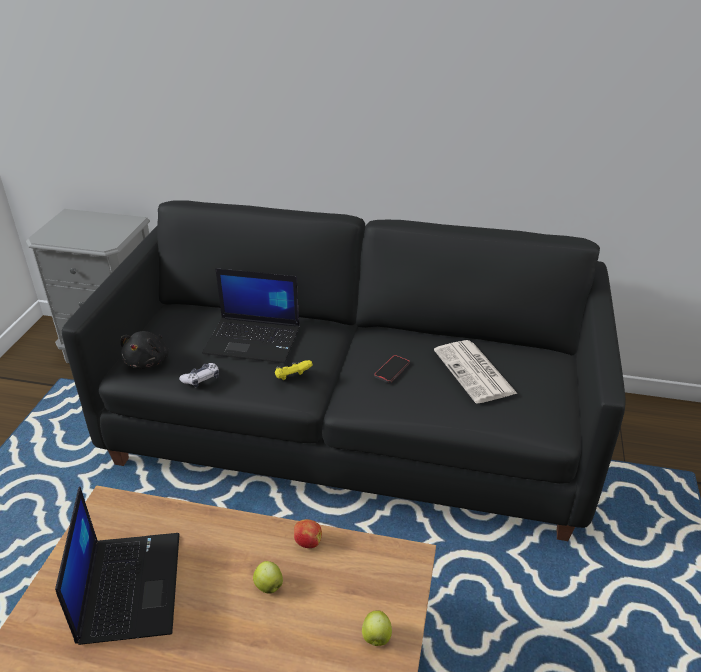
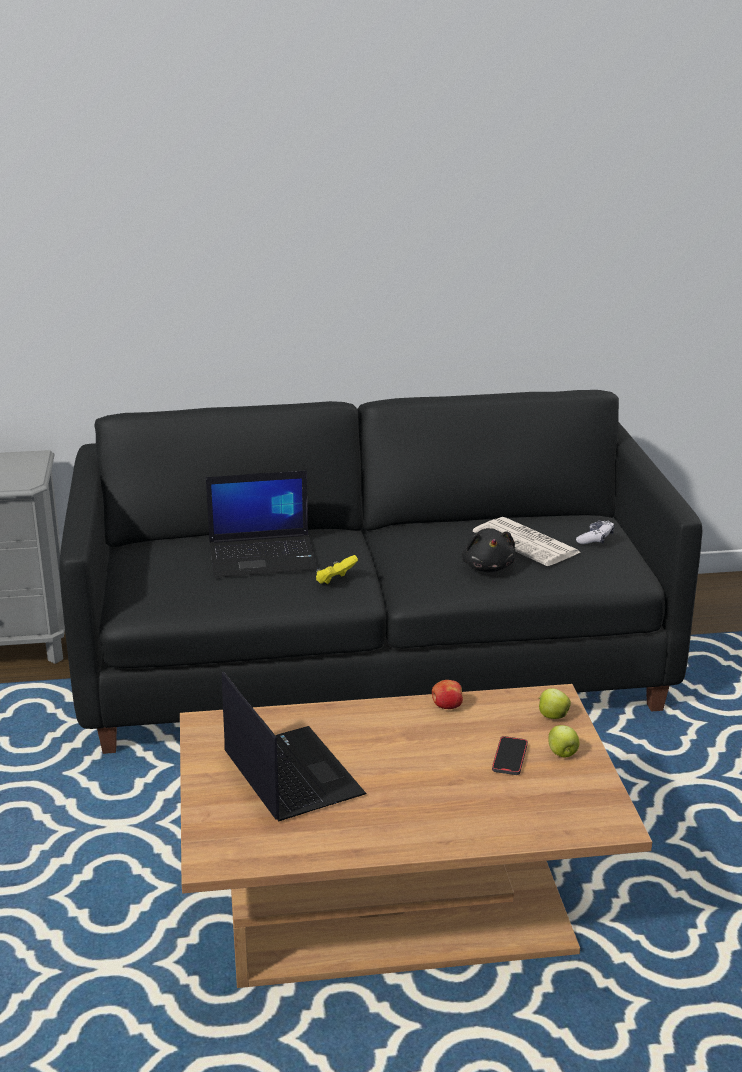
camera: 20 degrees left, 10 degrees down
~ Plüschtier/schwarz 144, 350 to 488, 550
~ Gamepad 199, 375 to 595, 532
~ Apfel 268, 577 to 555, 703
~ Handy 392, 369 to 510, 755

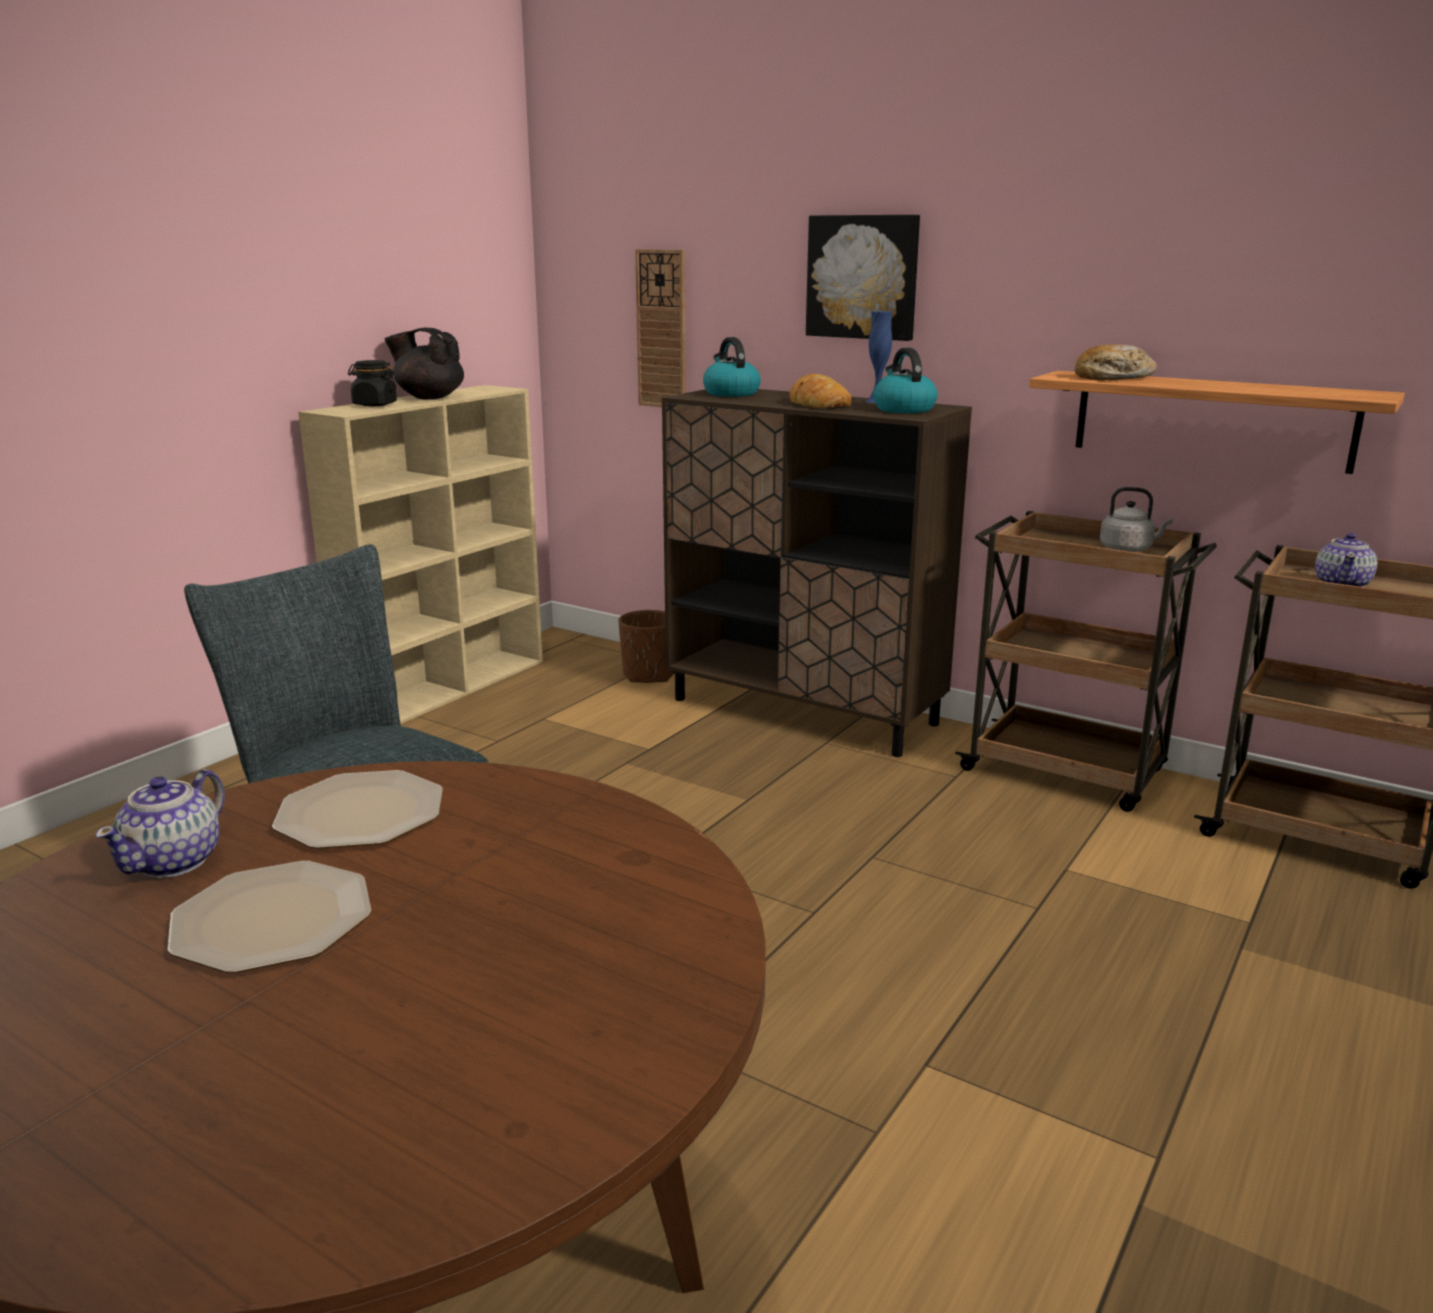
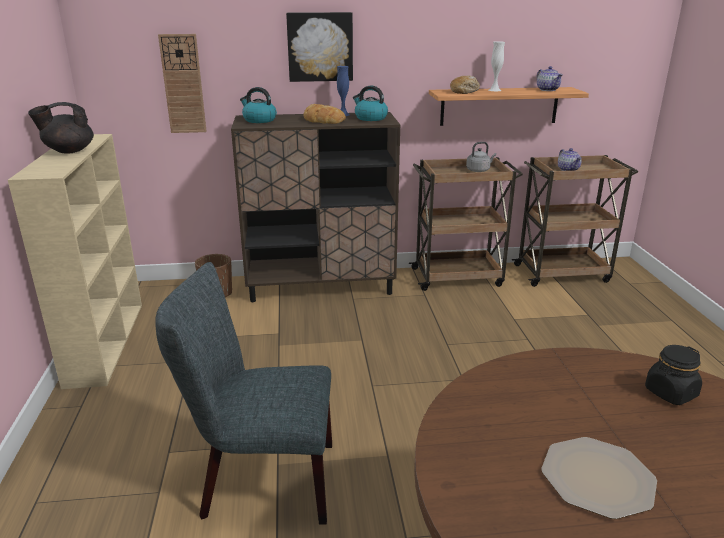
camera: 40 degrees left, 5 degrees up
~ Teekanne 160, 823 to 550, 78
- Teller 357, 809
~ Vorratsglas/schwarz 372, 383 to 673, 375
+ Vase/weiß 497, 66

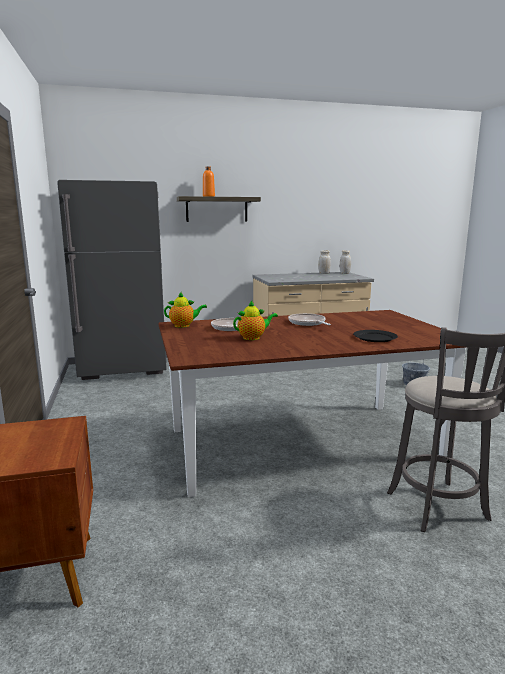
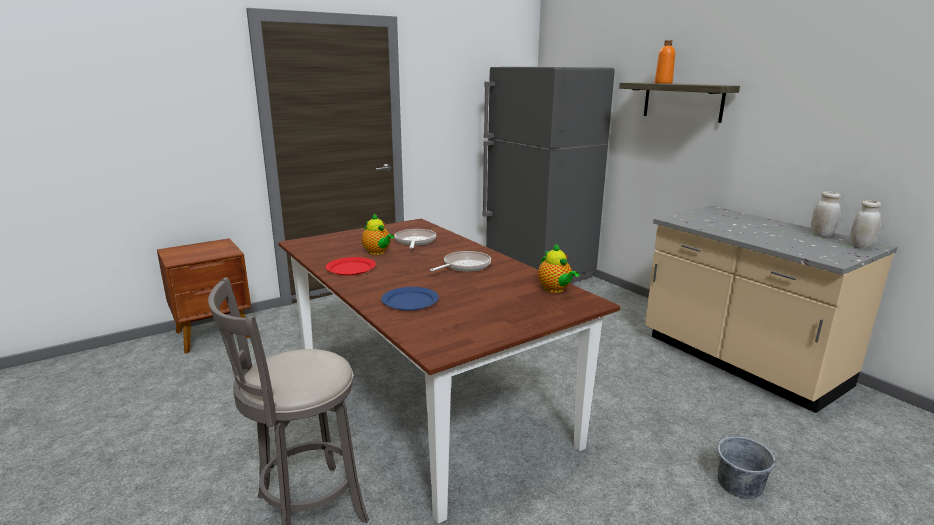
camera: 70 degrees right, 5 degrees up
~ Teekanne 185, 310 to 559, 268
~ Teller/schwarz 375, 336 to Teller/blau 410, 299
+ Teller/rot 351, 266

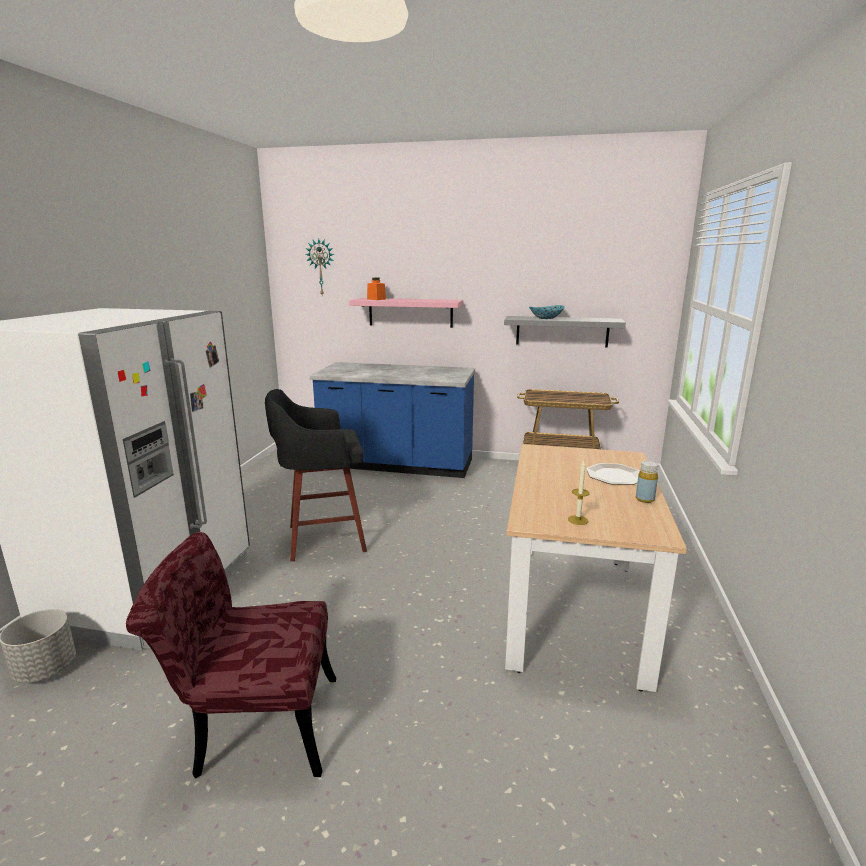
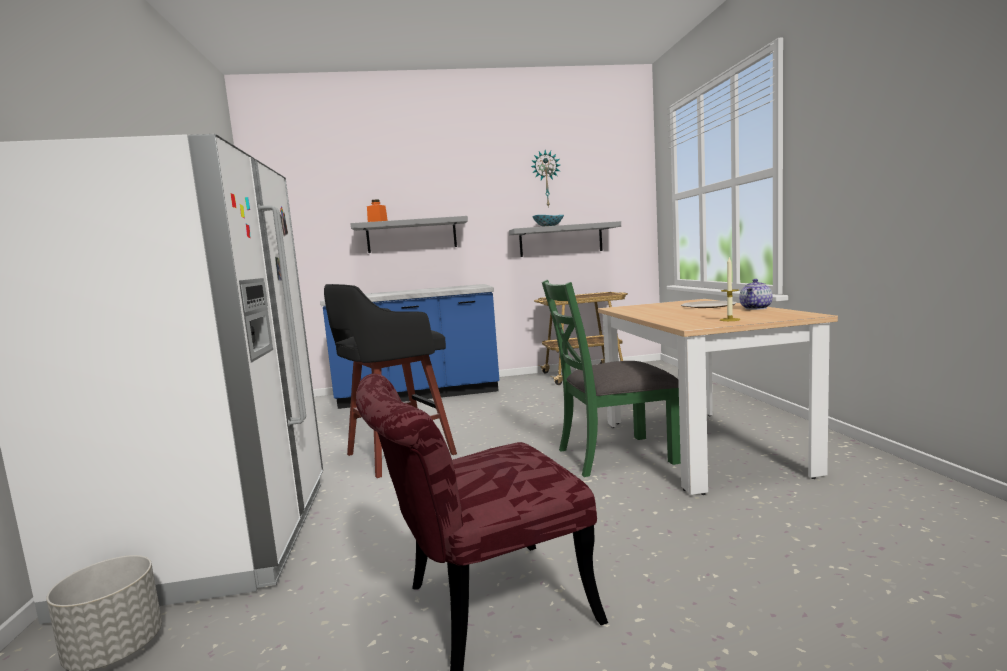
camera: 20 degrees left, 10 degrees down
~ Wanduhr 319, 267 to 545, 179
~ Wandregal/rosa 406, 313 to Wandregal/grau 409, 234
~ Flasche/gelb 647, 482 to Teekanne 756, 294
+ Stuhl/grün 611, 378

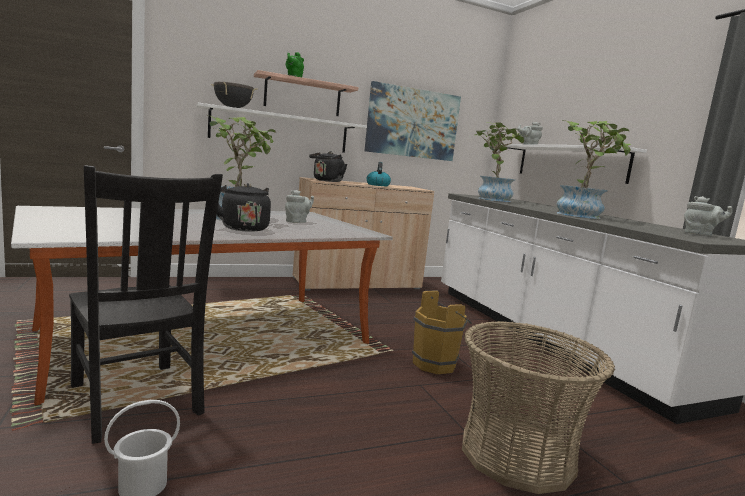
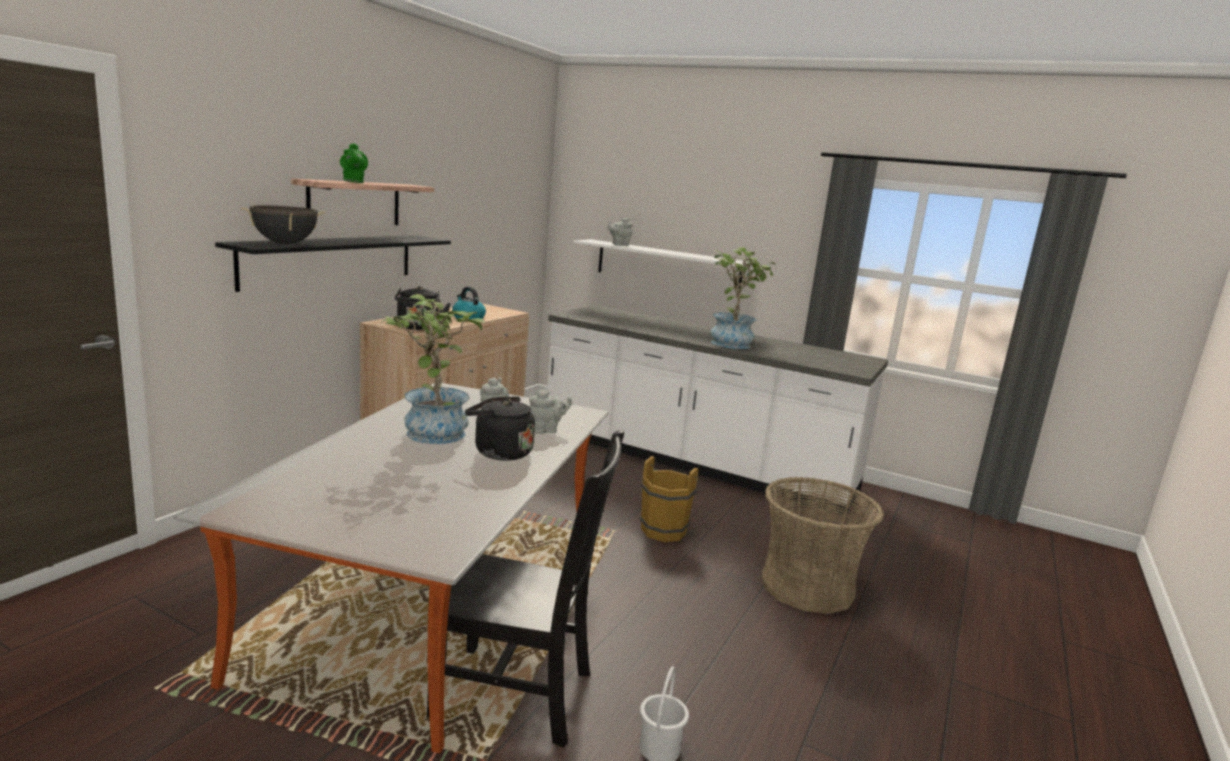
camera: 40 degrees left, 5 degrees up
~ Wandregal/weiß 281, 128 to Wandregal/schwarz 333, 263
- Bild 412, 121
- Topfpflanze 497, 162
~ Teekanne/grau 708, 216 to 550, 412

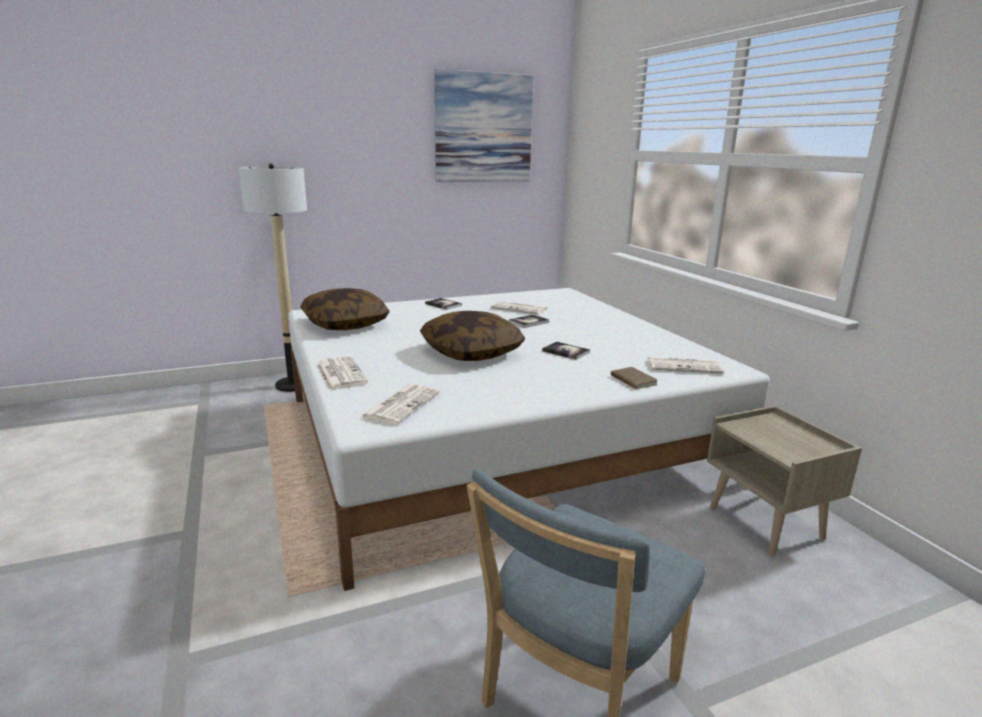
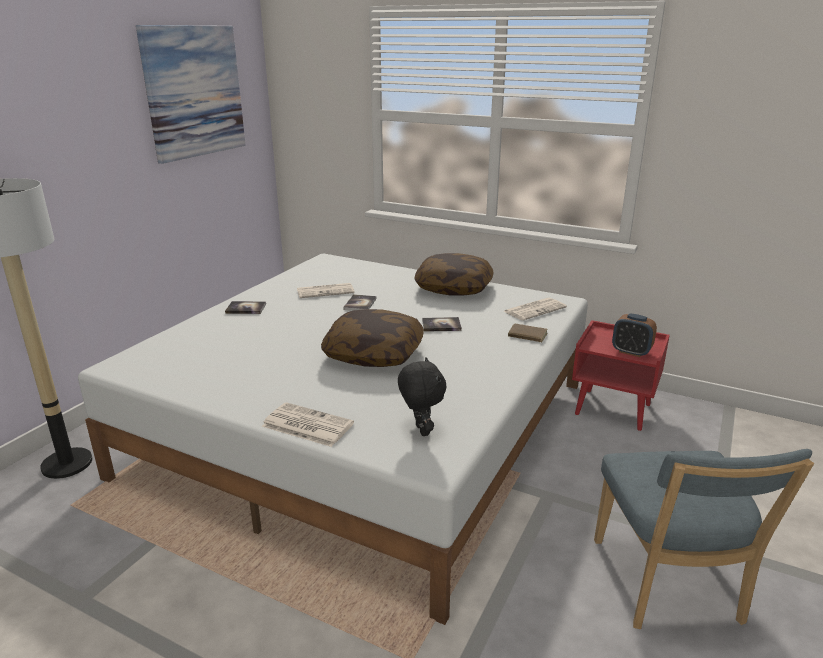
camera: 40 degrees left, 5 degrees up
~ Kissen 345, 309 to 454, 274
~ Zeitung 400, 404 to Plüschtier/schwarz 422, 396
~ Nachttisch/beige 784, 480 to Nachttisch/rot 621, 375
+ Wecker 634, 335

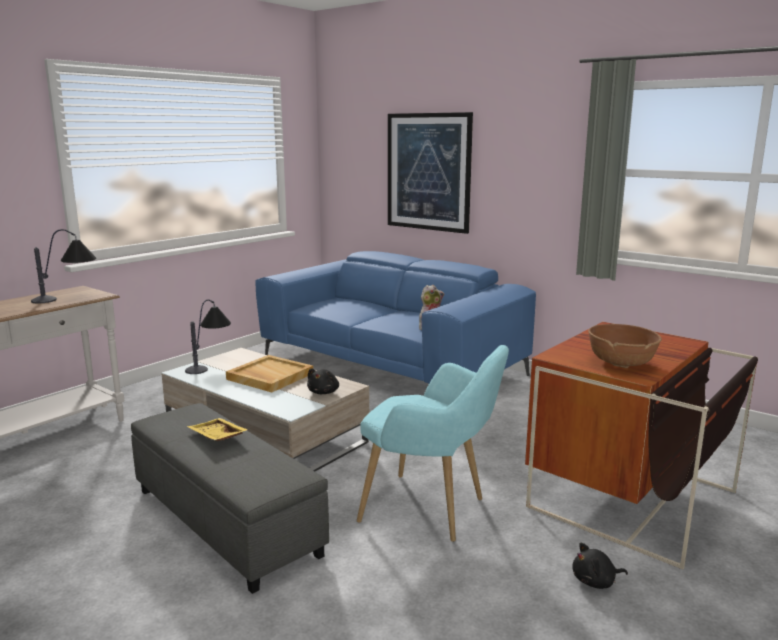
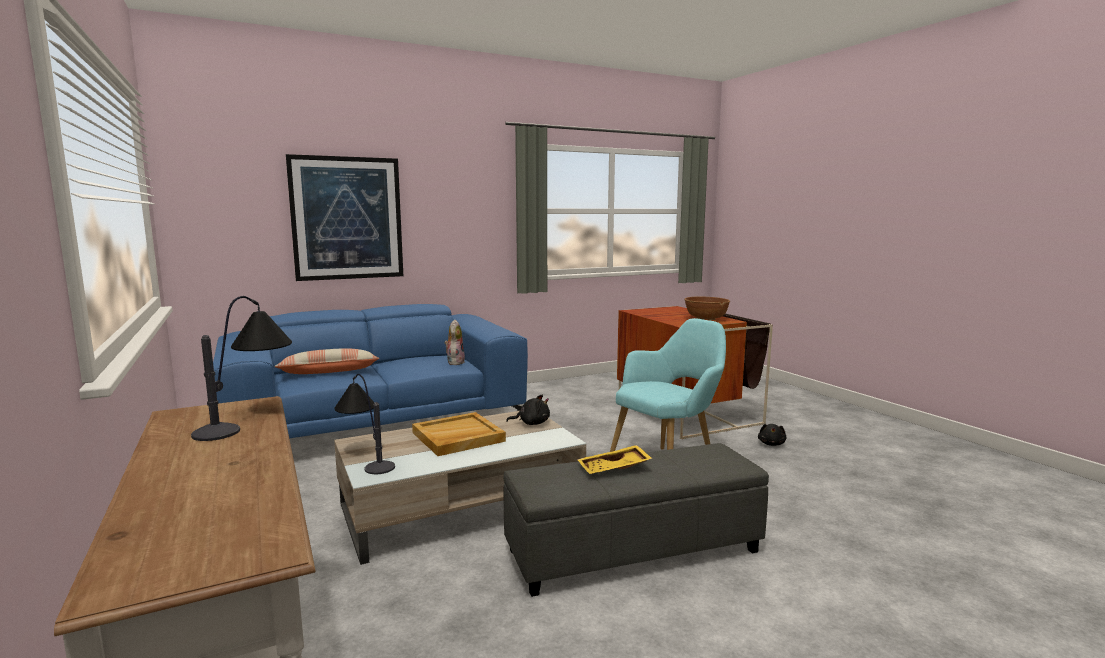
camera: 65 degrees left, 5 degrees down
~ Plüschtier/schwarz 323, 381 = 528, 409 45 degrees counterclockwise
+ Kissen 326, 361

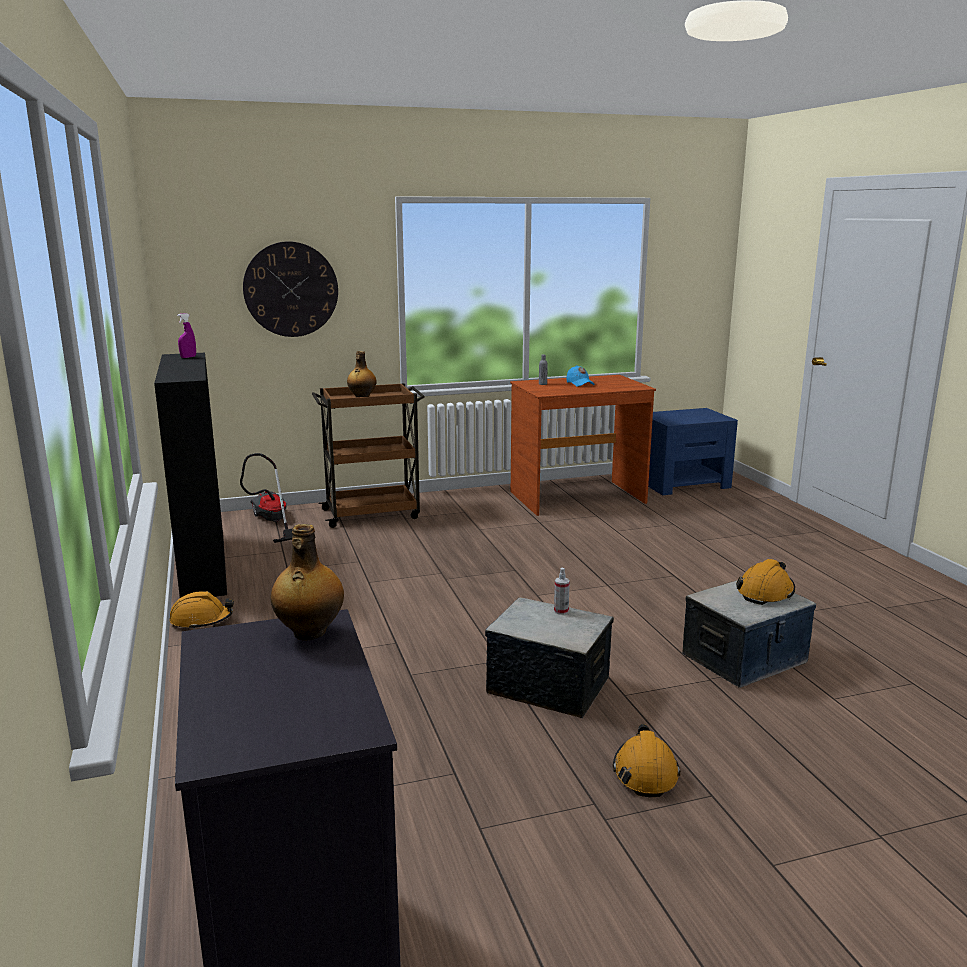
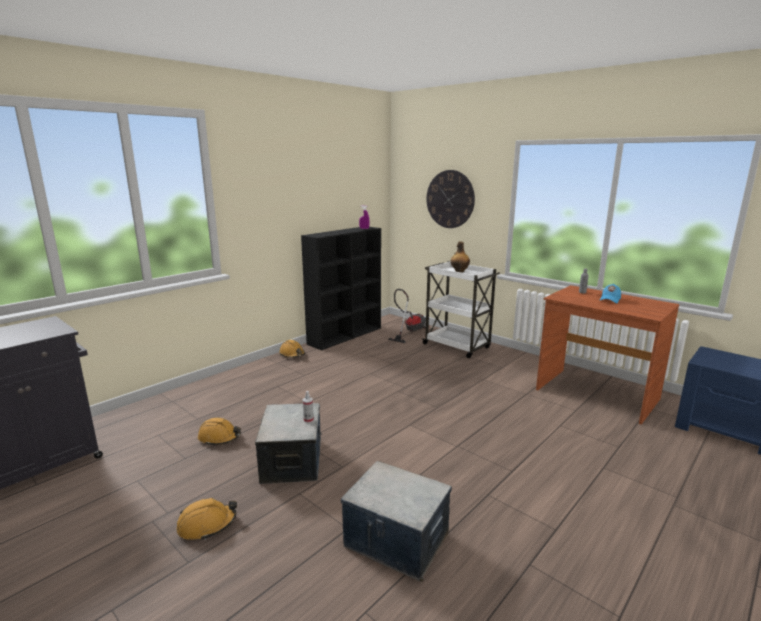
camera: 60 degrees right, 0 degrees up
- Flasche 307, 582
~ Rollwagen/braun 368, 455 to Rollwagen/weiß 461, 309
~ Schutzhelm/orange 765, 582 to 219, 432

